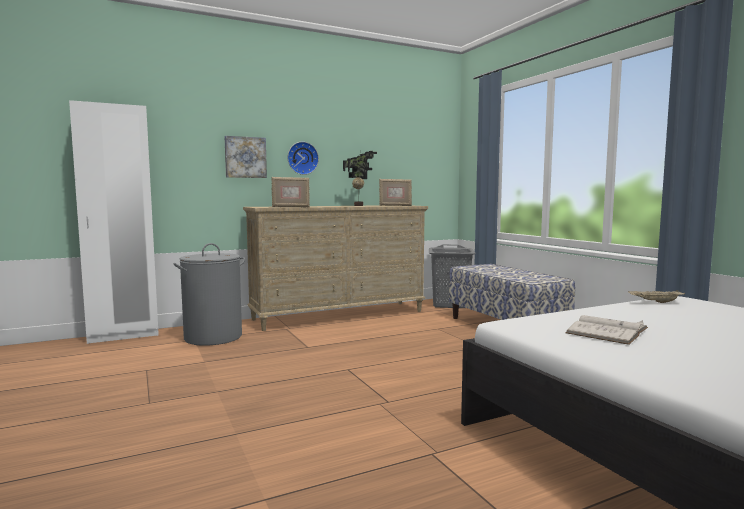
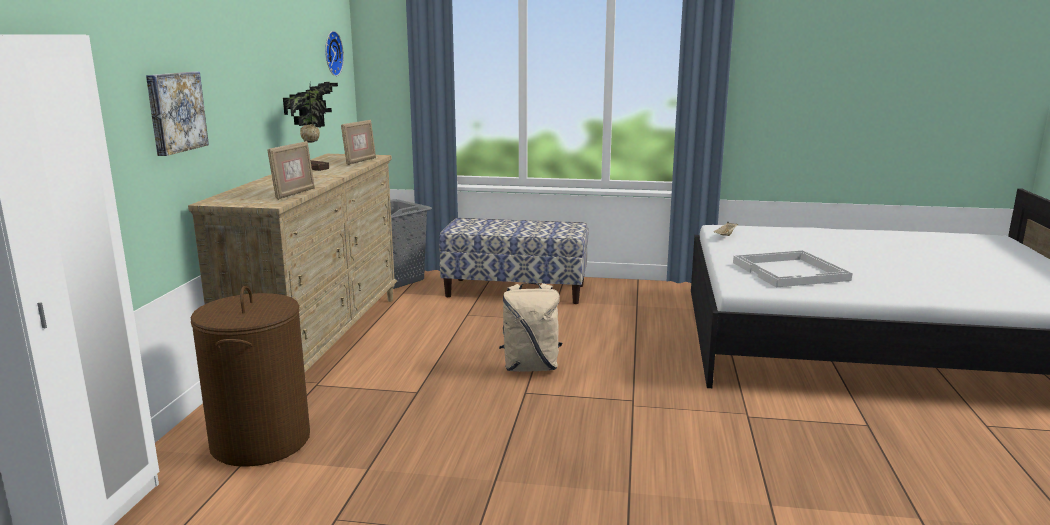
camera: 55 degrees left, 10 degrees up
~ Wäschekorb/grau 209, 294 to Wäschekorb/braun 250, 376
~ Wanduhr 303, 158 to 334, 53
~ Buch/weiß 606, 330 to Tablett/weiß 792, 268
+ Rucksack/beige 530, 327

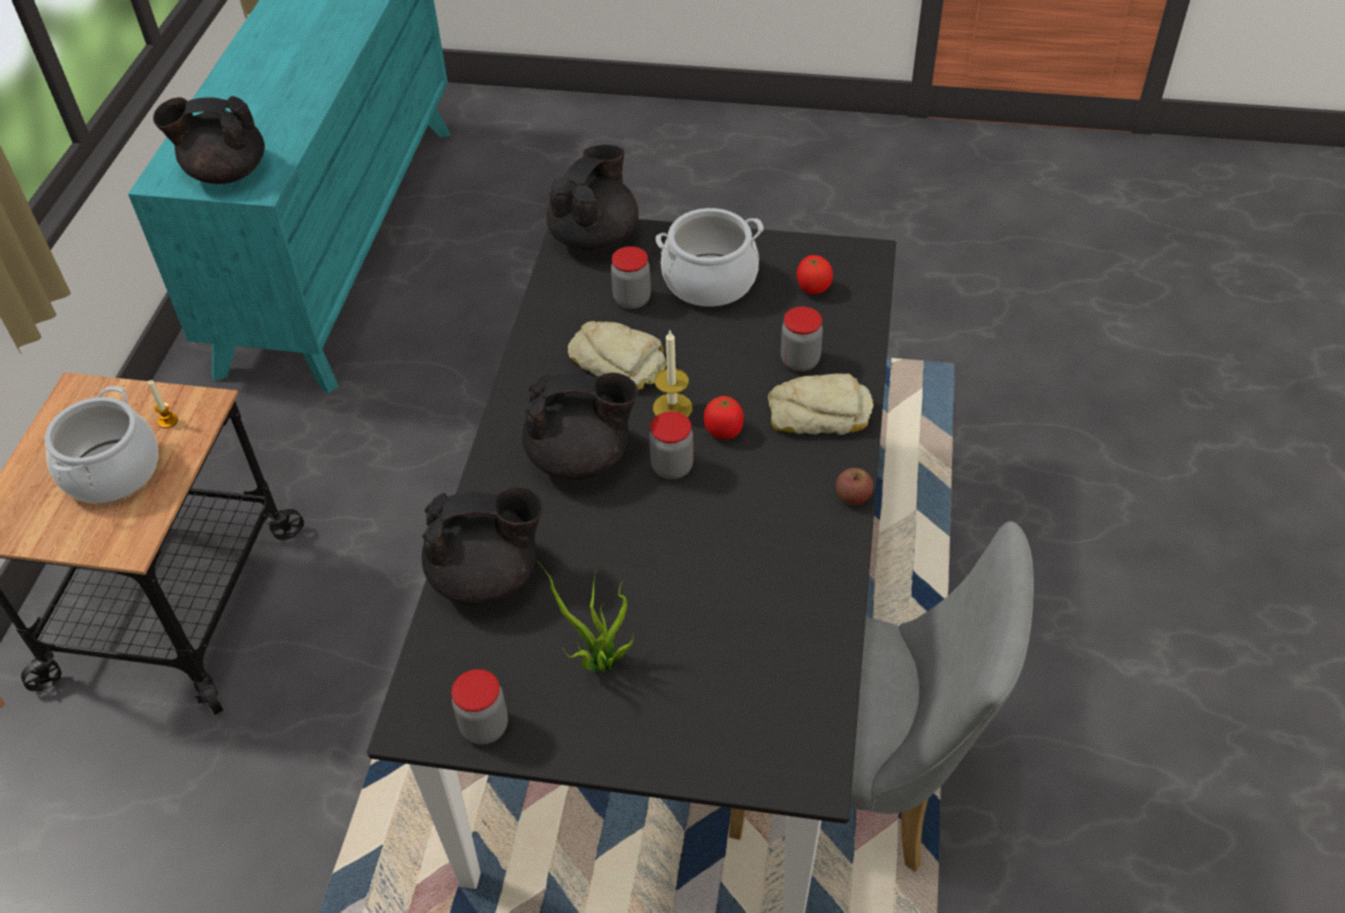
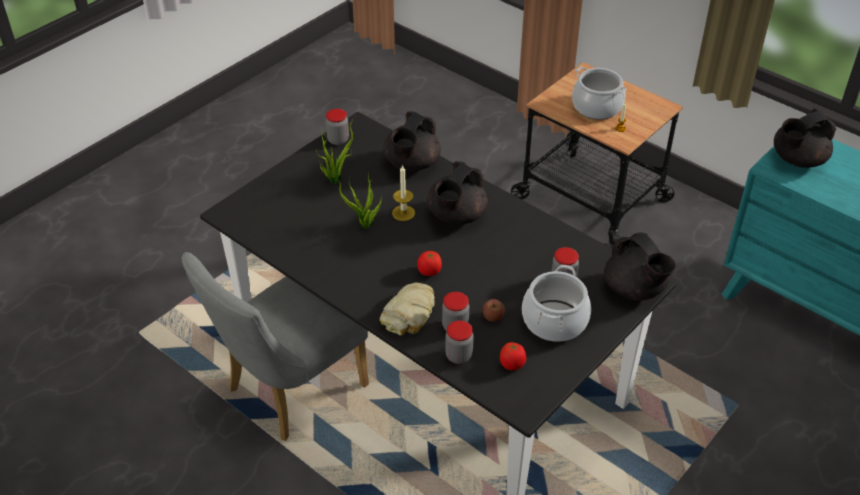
camera: 120 degrees right, 5 degrees down
~ Teekanne/schwarz 209, 140 = 805, 138 150 degrees counterclockwise
- Brot 617, 355
~ Vorratsglas 671, 445 to 459, 342
~ Kerze 672, 374 to 403, 193
~ Apfel 854, 486 to 493, 310
+ Topfpflanze 357, 201

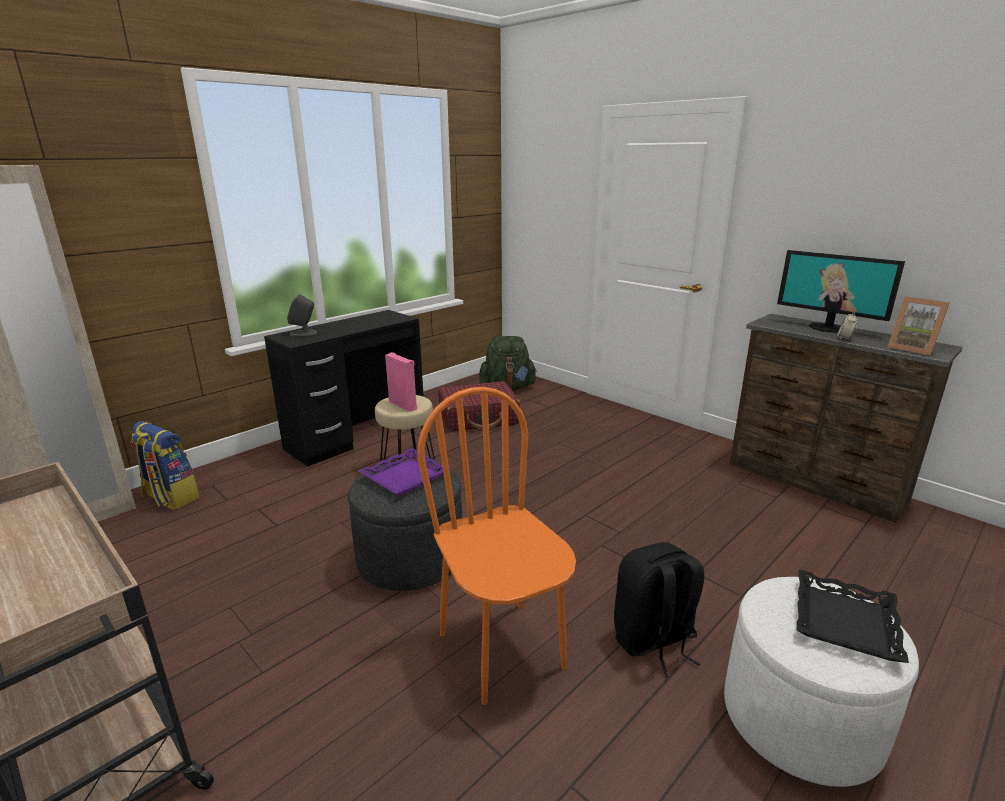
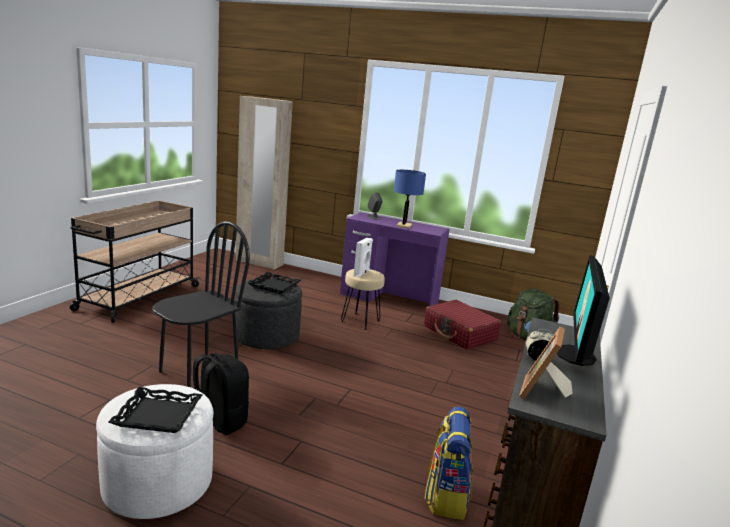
camera: 65 degrees right, 5 degrees down
~ Rucksack 165, 465 to 449, 463
~ Schreibtisch/schwarz 344, 388 to Schreibtisch/lila 395, 259
~ Tablett/lila 404, 472 to Tablett/schwarz 274, 283
~ Lautsprecher/rosa 401, 382 to Lautsprecher/weiß 363, 257
~ Stuhl/orange 497, 546 to Stuhl/schwarz 201, 304
+ Tischlampe/blau 410, 199

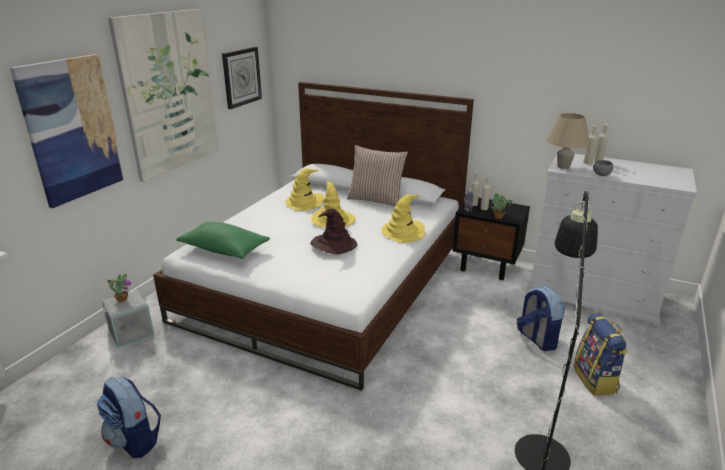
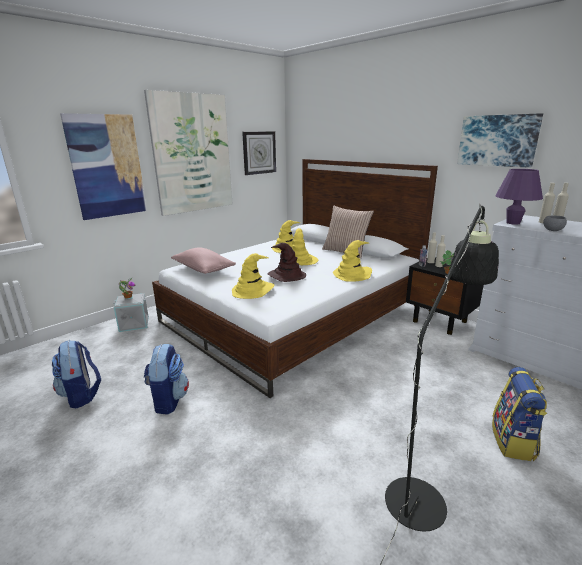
camera: 20 degrees right, 5 degrees down
~ Kissen/grün 223, 240 to Kissen/rosa 203, 260
~ Rucksack 541, 318 to 166, 379
~ Tischlampe/beige 568, 141 to Tischlampe/lila 519, 197
+ Hut/gelb 253, 276
+ Bild 500, 140

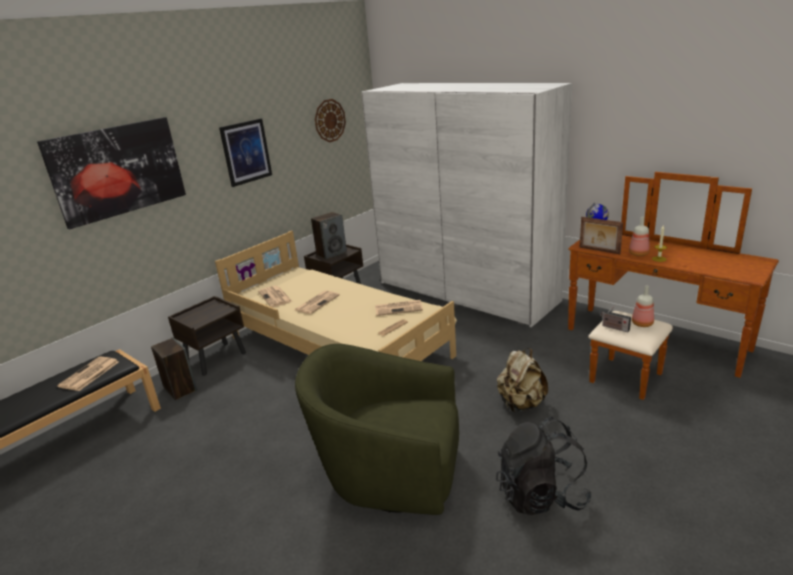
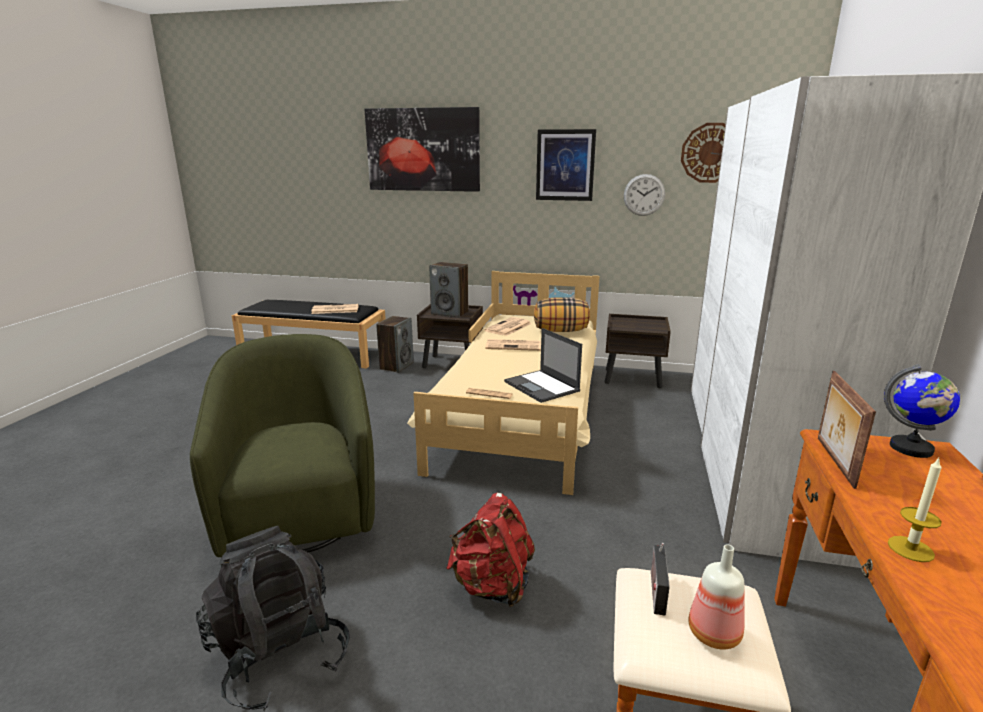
camera: 60 degrees right, 5 degrees down
~ Lautsprecher 329, 236 to 448, 290
~ Zeitung 399, 308 to Laptop 543, 365
~ Rucksack/beige 522, 380 to Rucksack/rot 490, 550
- Flasche 639, 236
+ Kissen 562, 314
+ Wanduhr 644, 195

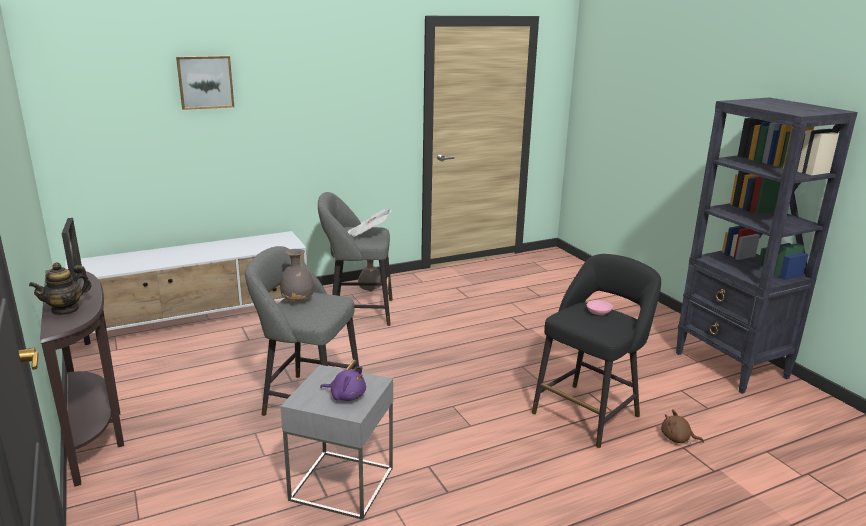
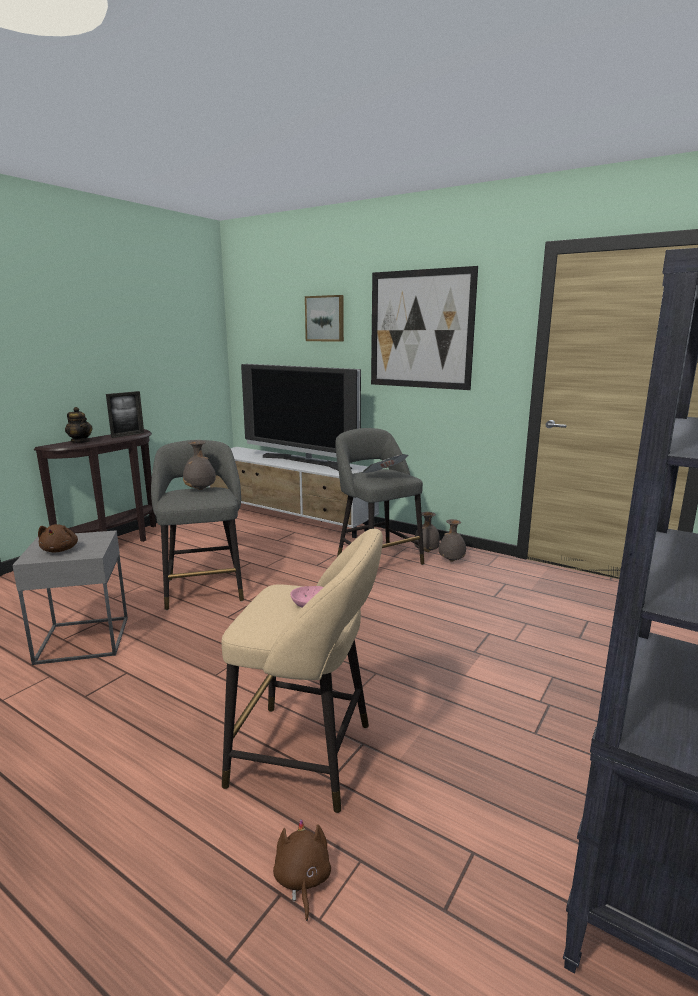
camera: 60 degrees right, 5 degrees down
~ Teekanne 60, 289 = 79, 425 150 degrees counterclockwise
~ Plüschtier/lila 343, 383 to Plüschtier/braun 58, 538
~ Hocker/schwarz 596, 351 to Hocker/beige 302, 670
+ Fernseher 301, 417
+ Bild 424, 328
+ Vase/grau 452, 540

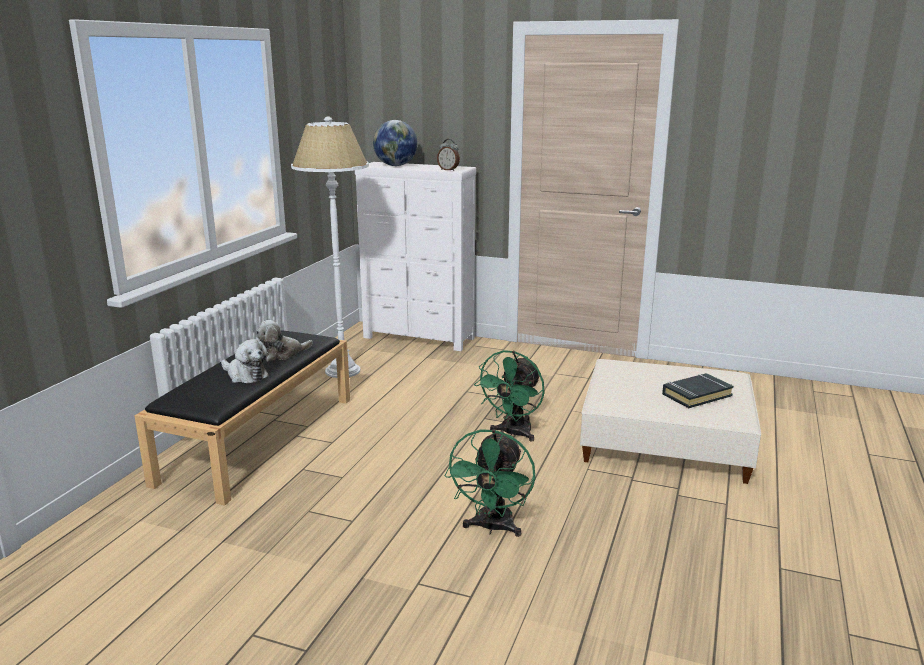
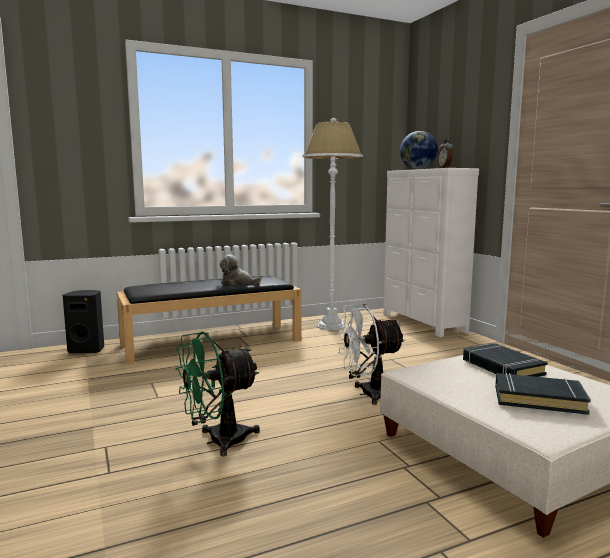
camera: 45 degrees right, 10 degrees down
- Plüschtier 244, 361
~ Ventilator/grün 509, 396 to Ventilator/weiß 370, 354
+ Lautsprecher/schwarz 83, 321
+ Buch/schwarz 505, 360

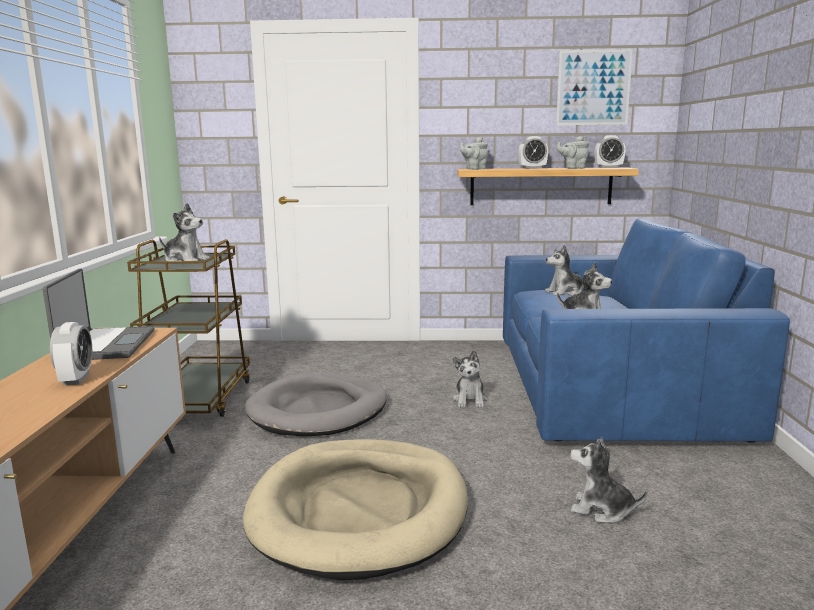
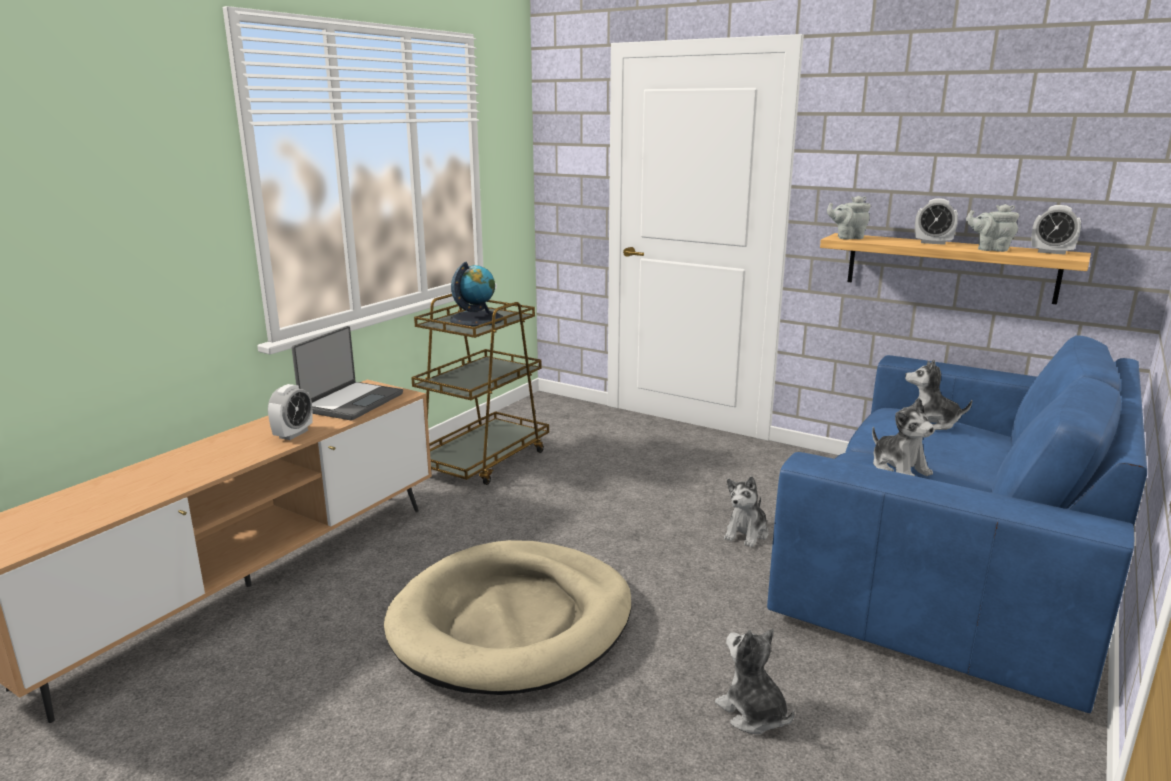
camera: 30 degrees right, 5 degrees up
~ Plüschtier 184, 233 to Globus 477, 294
- Hundebett/grau 316, 404
- Bild 594, 87

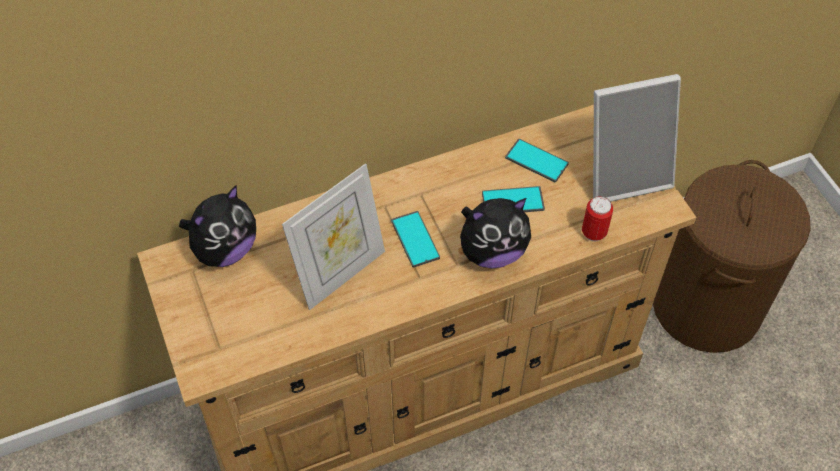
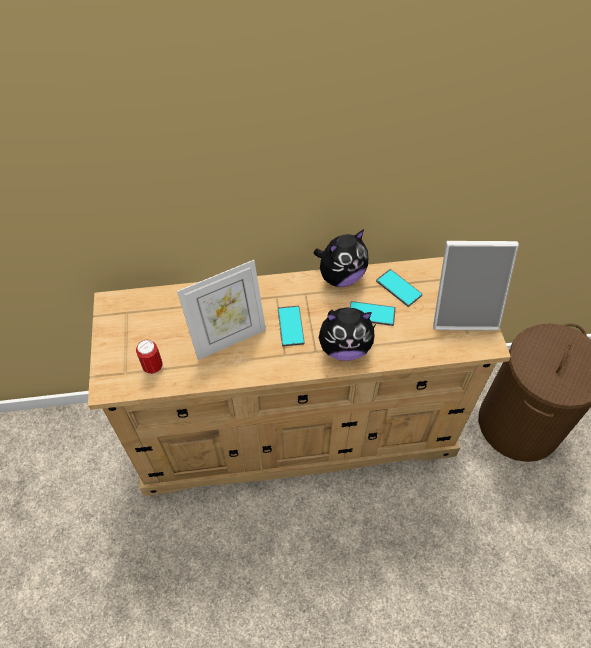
camera: 15 degrees right, 0 degrees up
~ Plüschtier 217, 226 to 340, 258
~ Dose 597, 218 to 149, 357

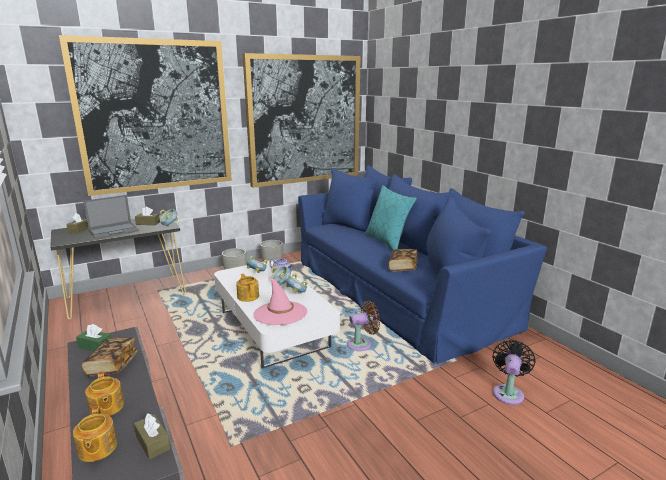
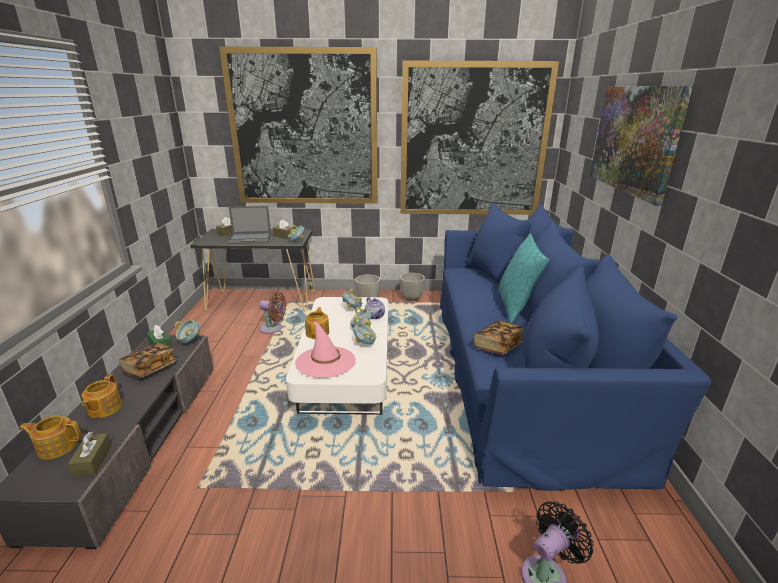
camera: 30 degrees right, 5 degrees up
~ Teekanne 95, 434 = 50, 437 75 degrees clockwise
~ Ventilator/braun 363, 326 to 272, 313
+ Schüssel 187, 331
+ Bild 641, 146

